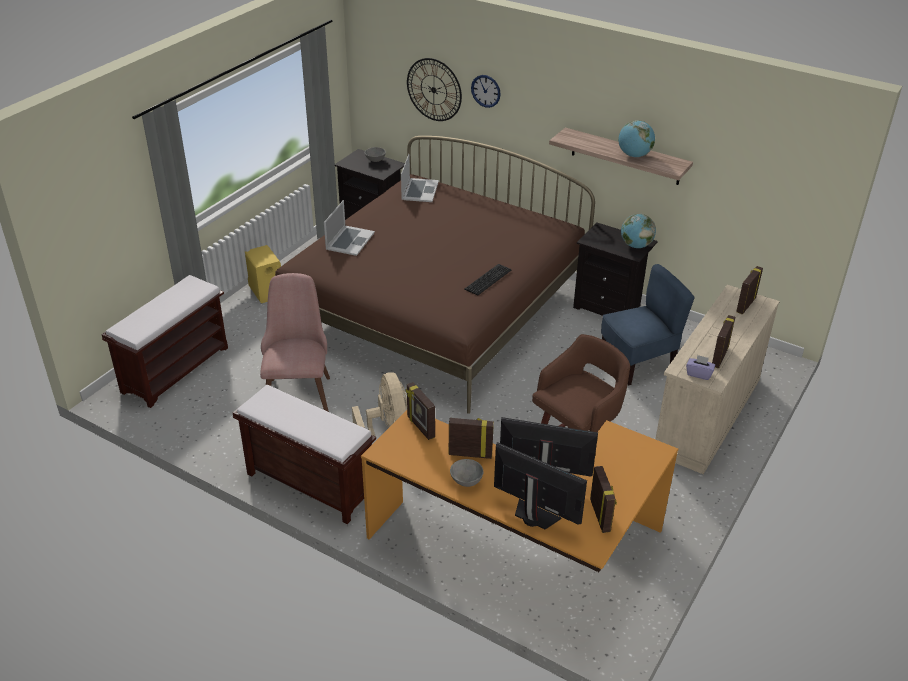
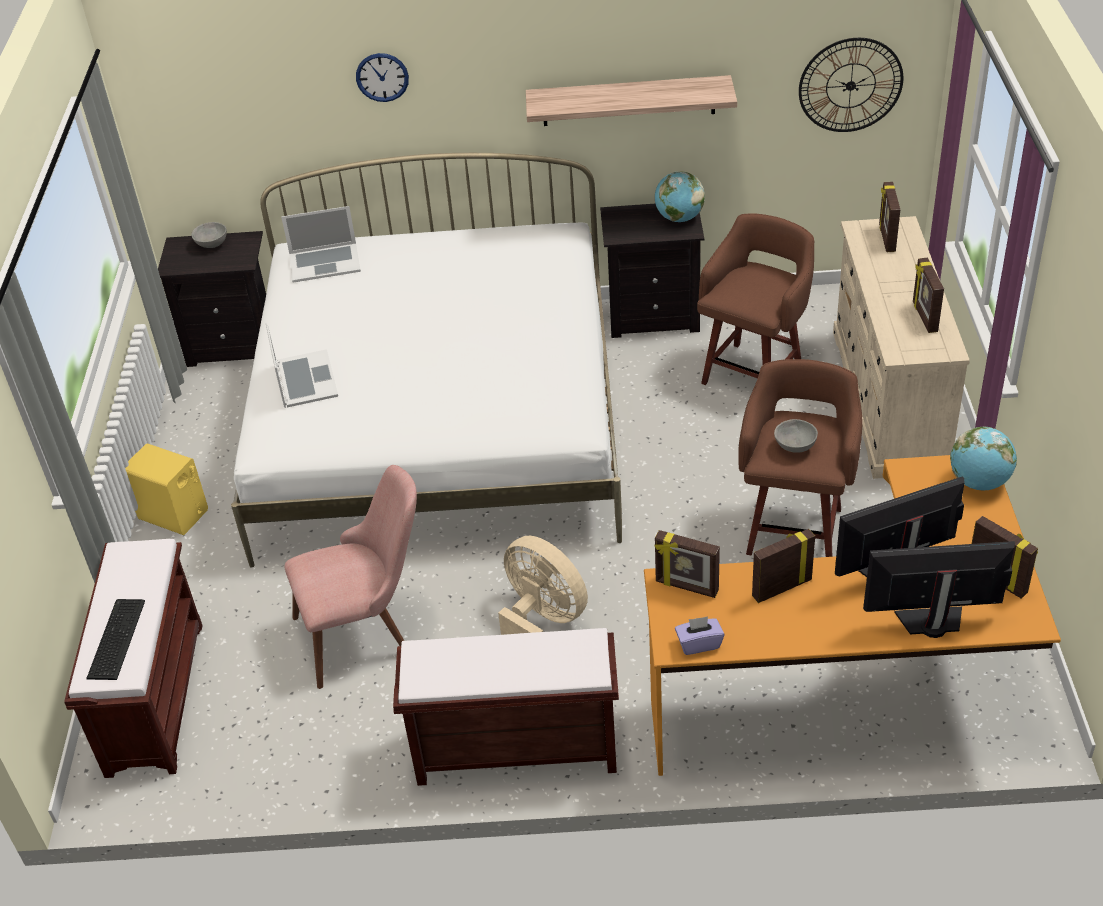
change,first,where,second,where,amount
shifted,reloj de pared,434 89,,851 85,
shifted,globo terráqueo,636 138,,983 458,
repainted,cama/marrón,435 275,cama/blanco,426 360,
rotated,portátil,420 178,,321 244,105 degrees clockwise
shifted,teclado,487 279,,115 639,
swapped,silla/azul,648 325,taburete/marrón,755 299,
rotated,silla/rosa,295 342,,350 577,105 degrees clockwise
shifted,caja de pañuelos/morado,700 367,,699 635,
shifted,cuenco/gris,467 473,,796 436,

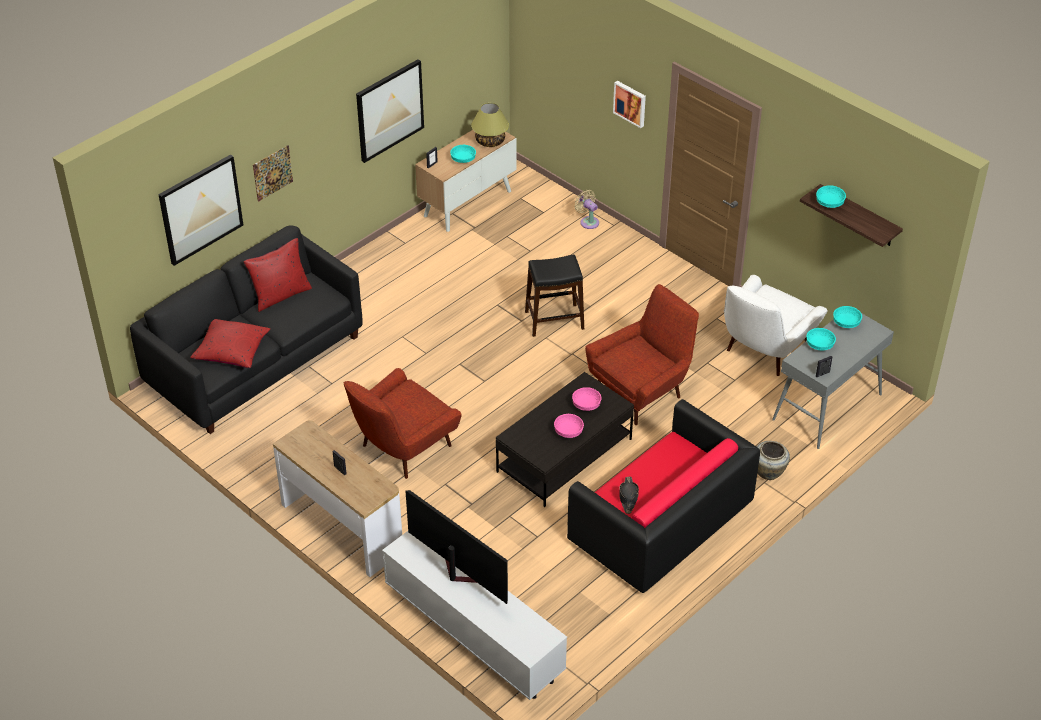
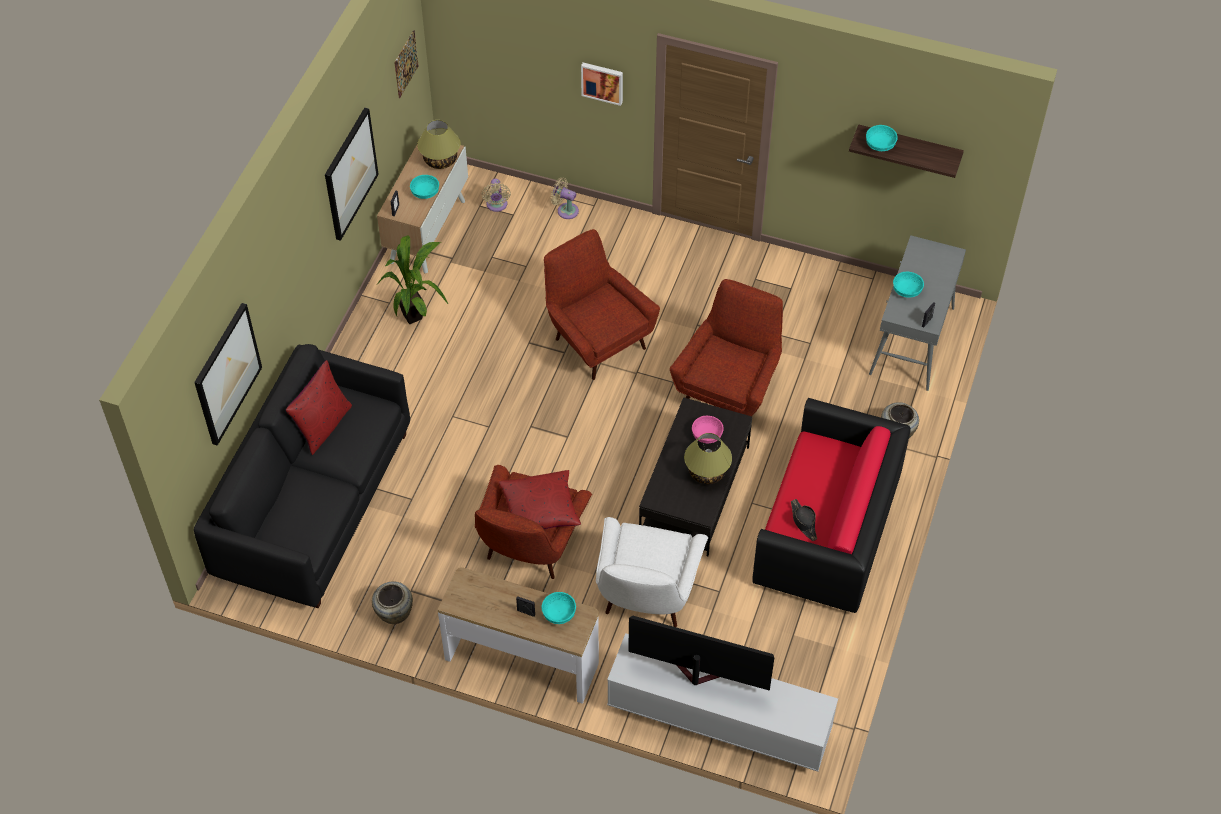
change,first,where,second,where,amount
shifted,cuadro,273 173,,406 64,
swapped,taburete/negro,554 296,sillón/rojo,602 304,
shifted,sillón/blanco,776 325,,652 572,
shifted,cuenco/turquesa,847 317,,558 608,
shifted,cojín/rojo,230 343,,540 499,
swapped,cuenco/rosa,569 426,lámpara de mesa,708 458,
new,,,ventilador/beis,496 195,
new,,,planta en maceta,412 279,
new,,,florero/beis,392 602,

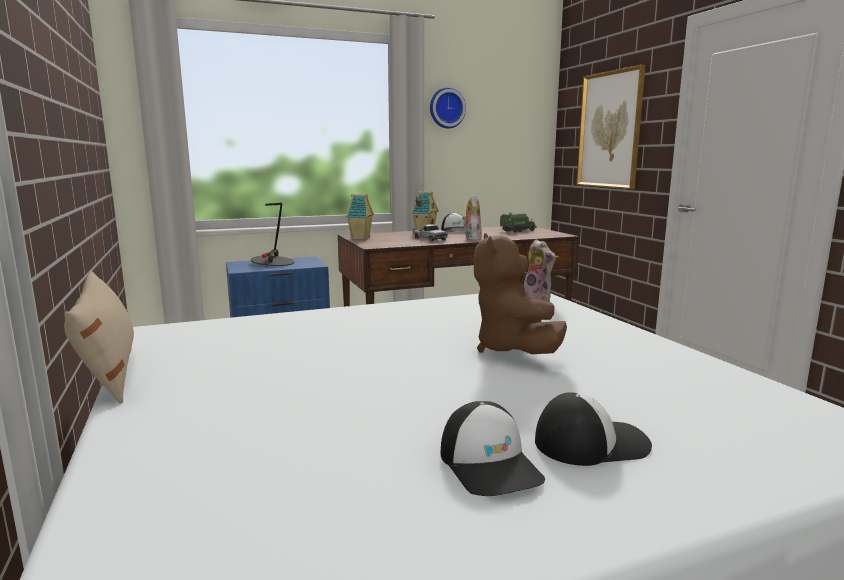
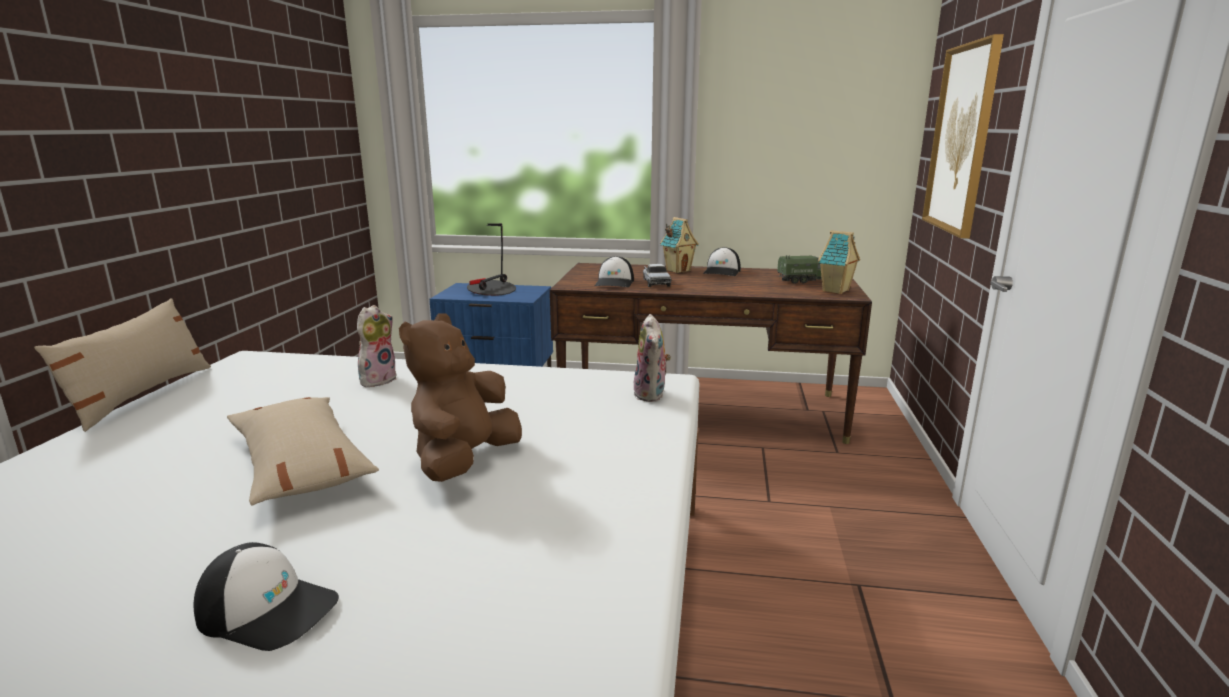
change,first,where,second,where,amount
gone,reloj de pared,448 107,,,
shifted,casita,360 216,,839 262,
shifted,peluche,472 217,,376 346,
shifted,gorra,493 448,,614 271,
new,,,cojín/beis,303 451,

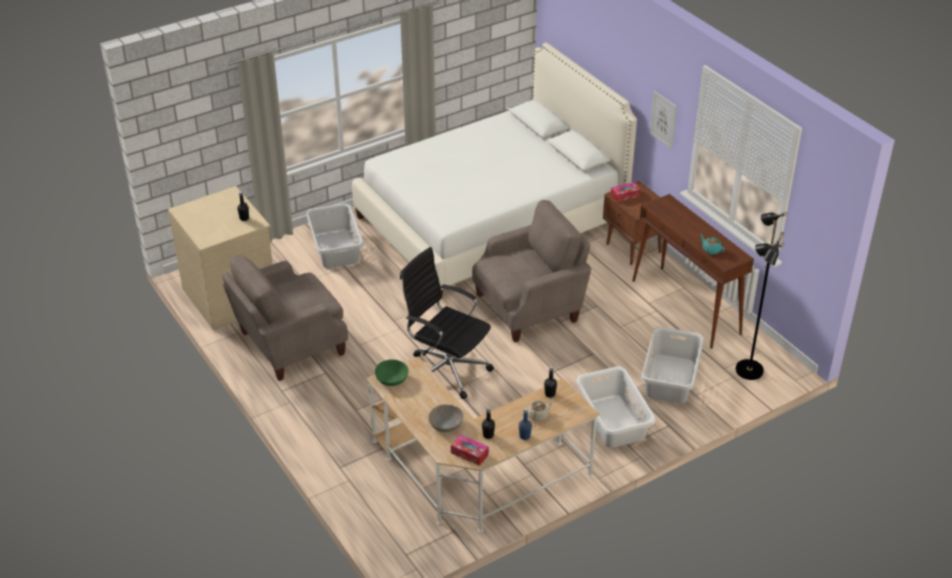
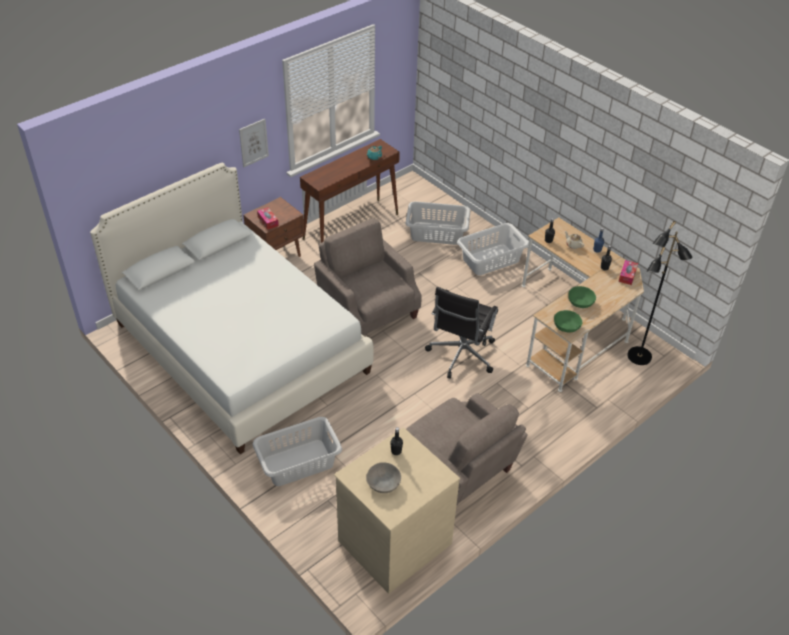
change,first,where,second,where,amount
shifted,lámpara de pie/negro,761 296,,660 293,
shifted,cuenco/gris,446 418,,383 477,
new,,,cuenco/verde,582 297,

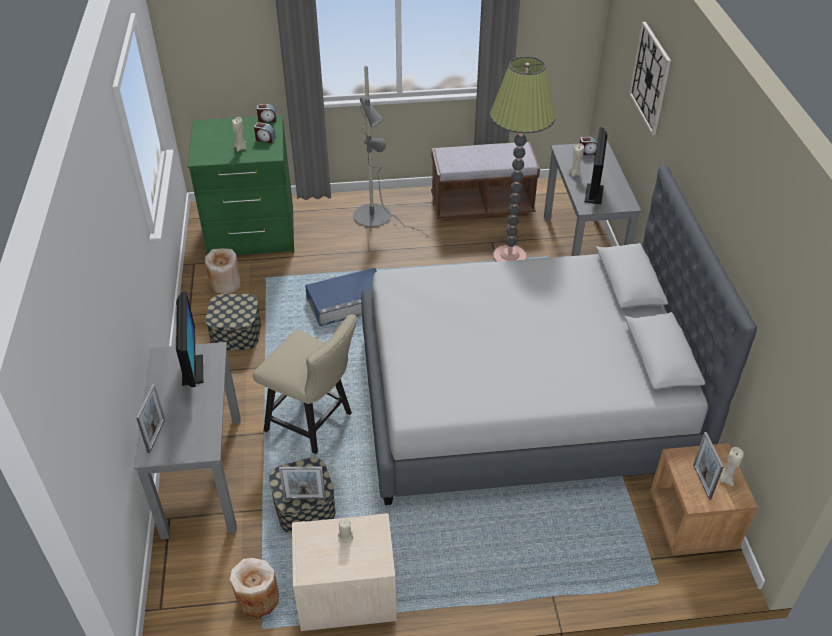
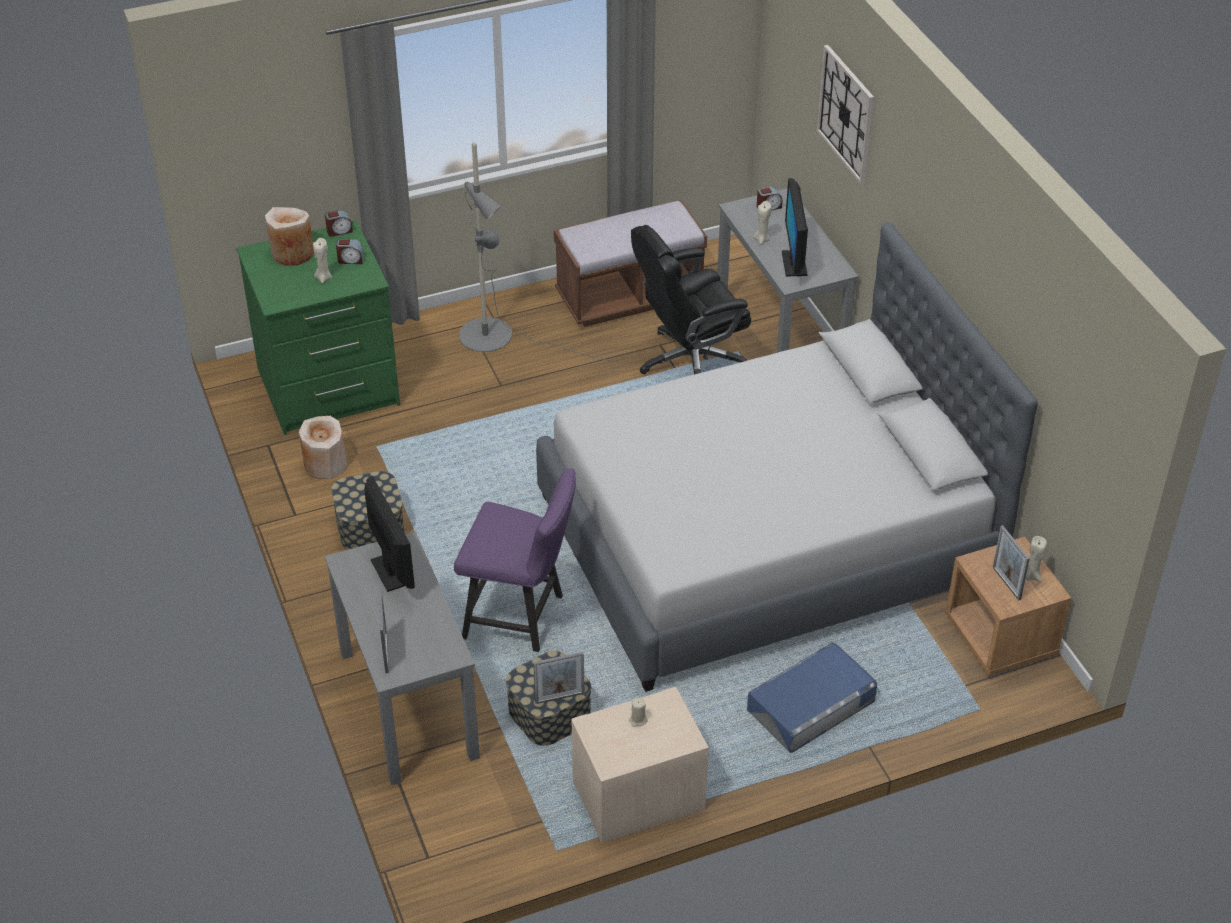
change,first,where,second,where,amount
swapped,lámpara de pie,523 159,silla de oficina/negro,691 299,
shifted,caja de almacenaje/azul,341 297,,812 698,
repainted,silla/beis,305 384,silla/morado,515 560,
shifted,florero/beis,254 588,,289 236,

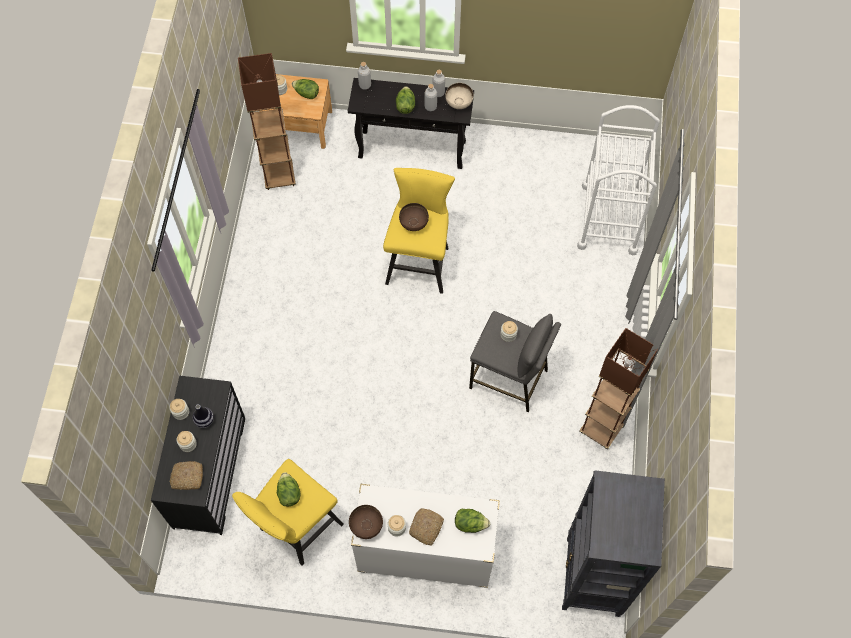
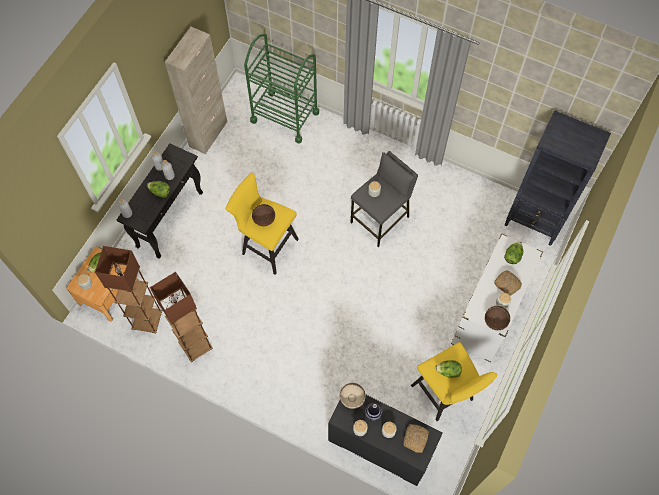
change,first,where,second,where,amount
shifted,cuenco/beis,459 96,,353 396,
repainted,carrito/blanco,618 180,carrito/verde,281 89,
shifted,lámpara de pie/marrón,618 388,,181 317,
new,,,armario/beis,196 90,

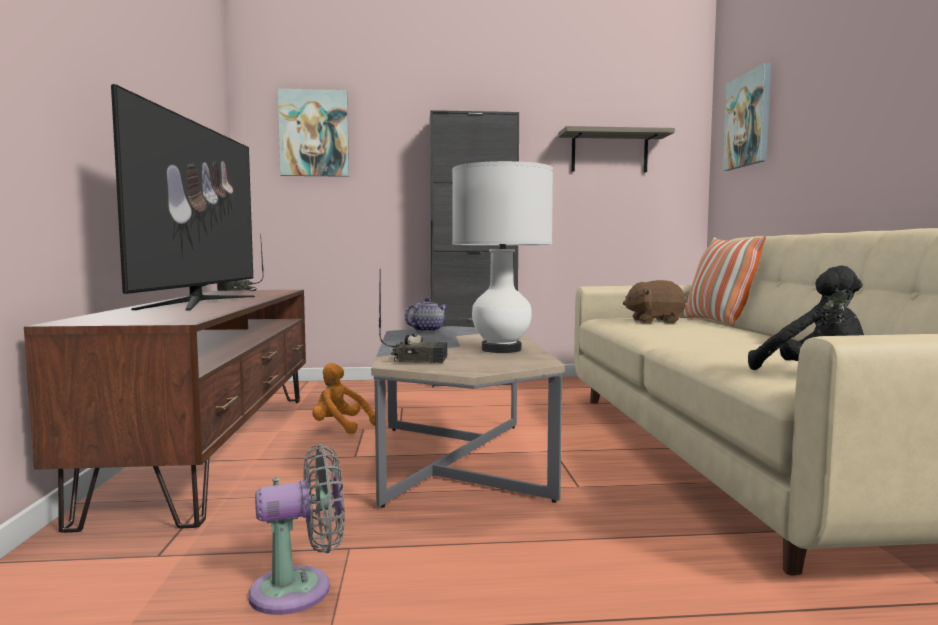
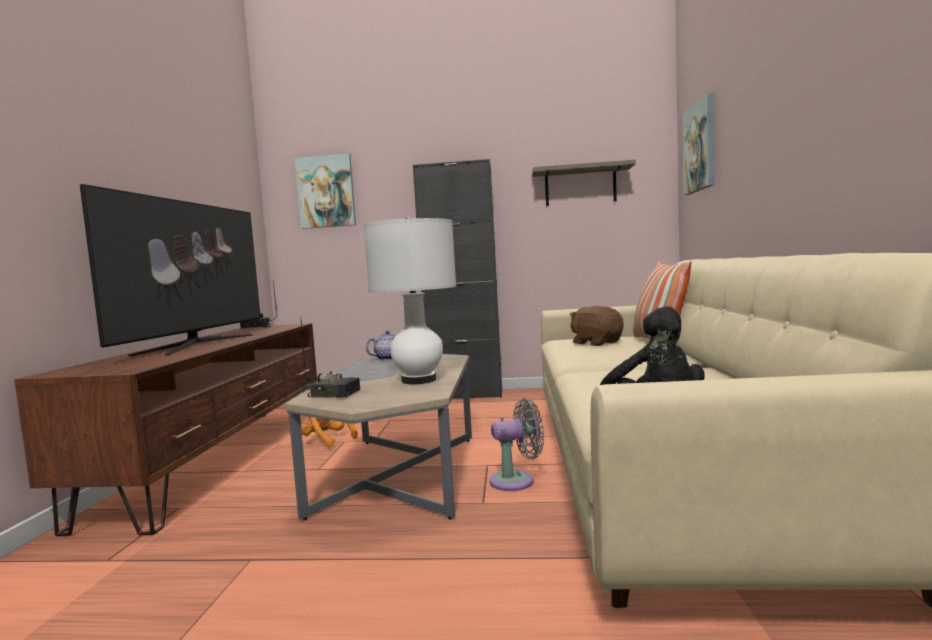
change,first,where,second,where,amount
rotated,peluche/marrón,654 301,,597 326,45 degrees clockwise
shifted,ventilador/gris,296 529,,516 444,

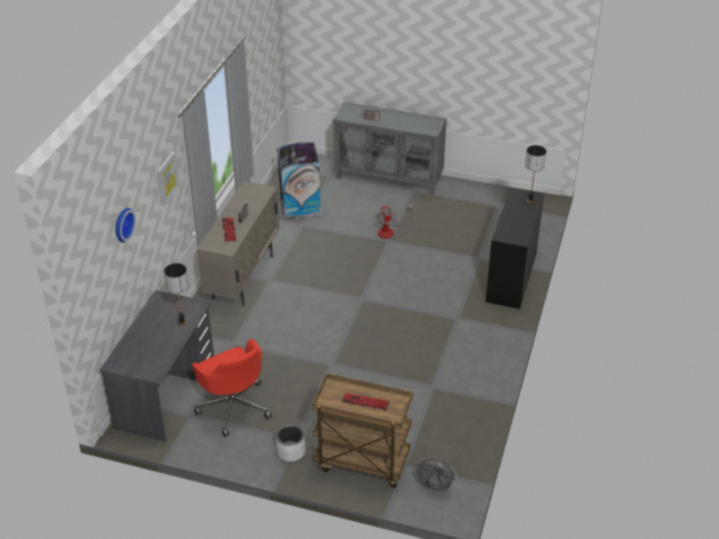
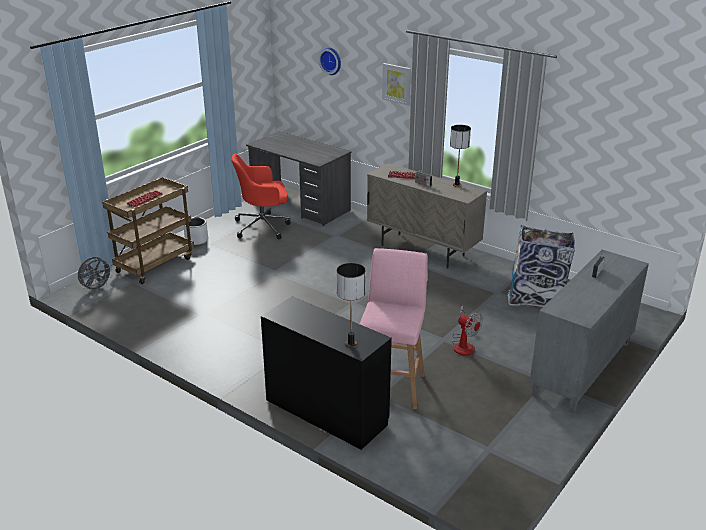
change,first,where,second,where,amount
rotated,ventilador,395 221,,467 330,150 degrees counterclockwise
shifted,lámpara de mesa,176 294,,460 156,
new,,,taburete/rosa,394 328,

